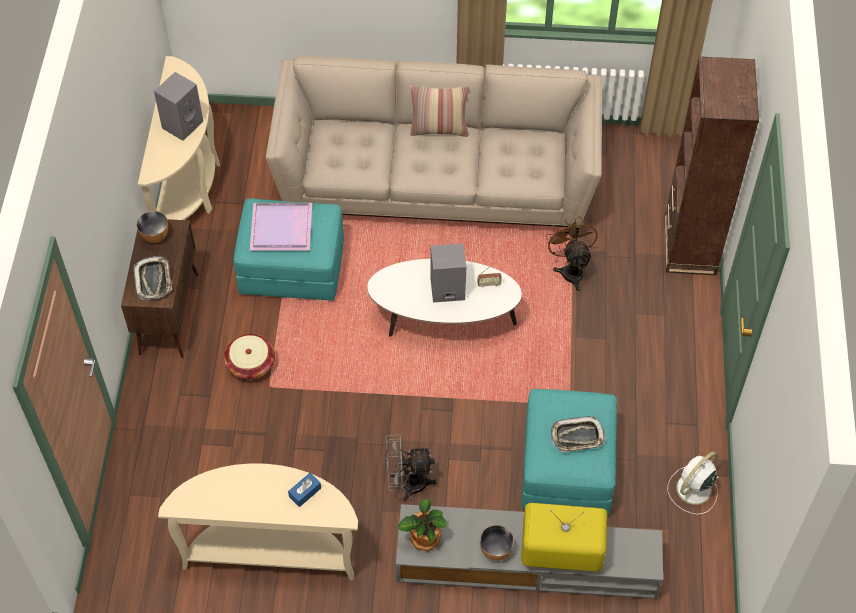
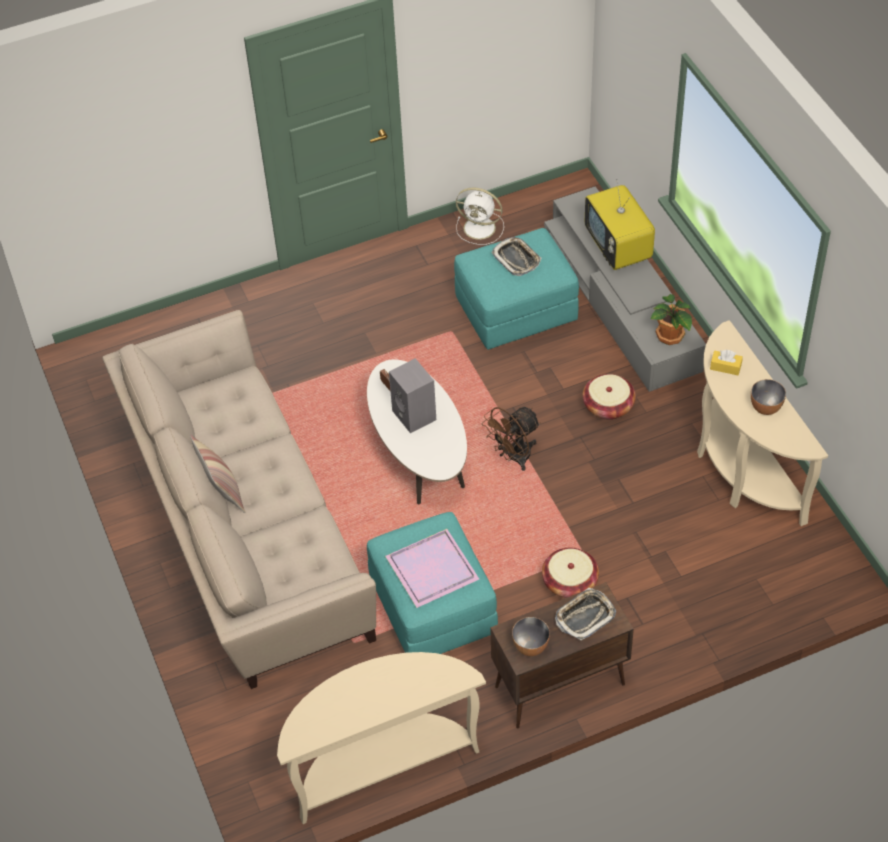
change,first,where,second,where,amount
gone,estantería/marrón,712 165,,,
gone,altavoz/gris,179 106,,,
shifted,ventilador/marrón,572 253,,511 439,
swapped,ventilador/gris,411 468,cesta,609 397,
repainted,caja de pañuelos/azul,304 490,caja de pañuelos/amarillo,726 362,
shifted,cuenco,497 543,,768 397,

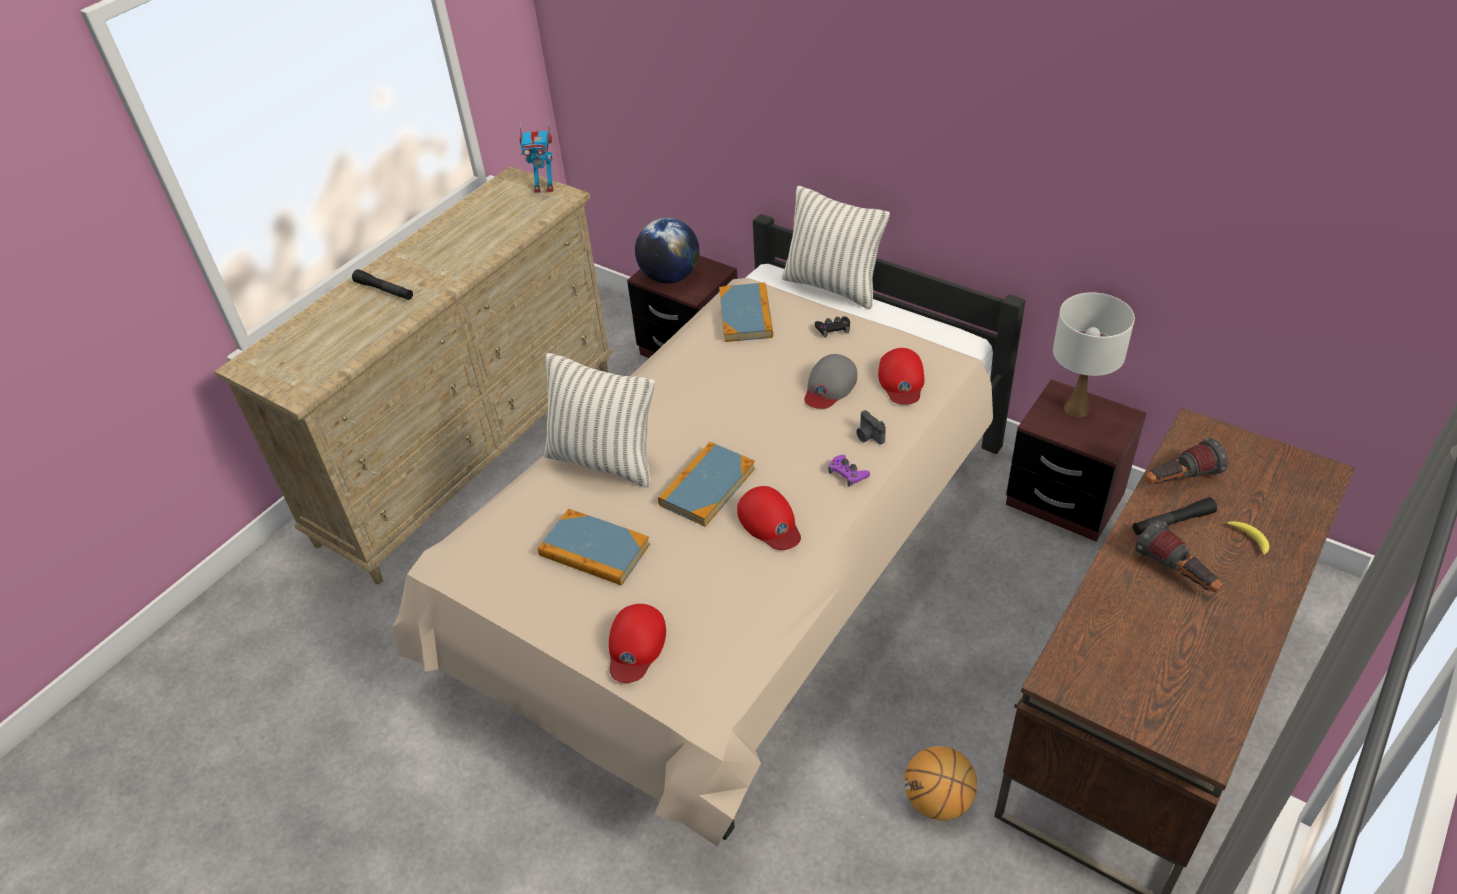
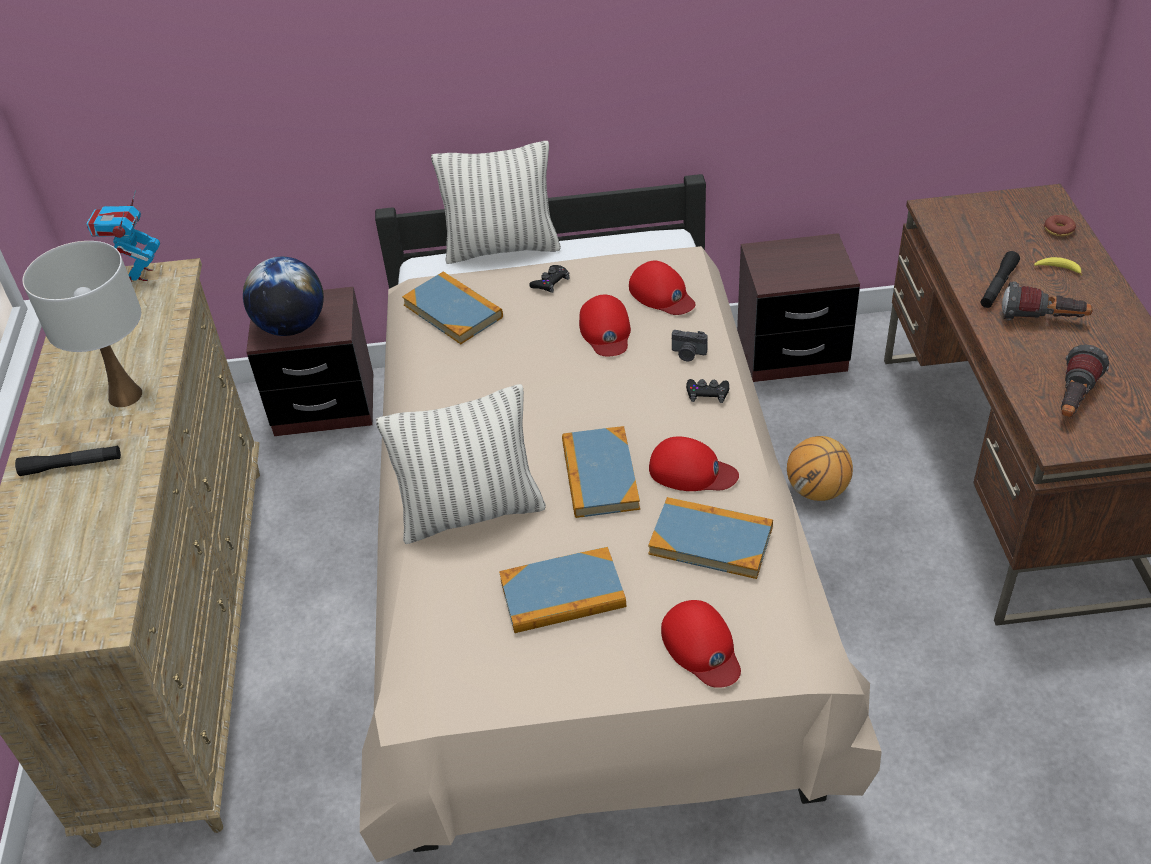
change,first,where,second,where,amount
rotated,robot de juguete,536 155,,123 235,135 degrees clockwise
shifted,lámpara de mesa/blanco,1094 354,,82 324,
repainted,gorra/gris,830 381,gorra/rojo,605 325,
shifted,linterna,1186 461,,1085 381,
repainted,mando de consola/morado,849 471,mando de consola/negro,707 391,
shifted,balón de baloncesto,940 783,,820 468,
new,,,rosquilla,1060 226,
new,,,libro,710 538,

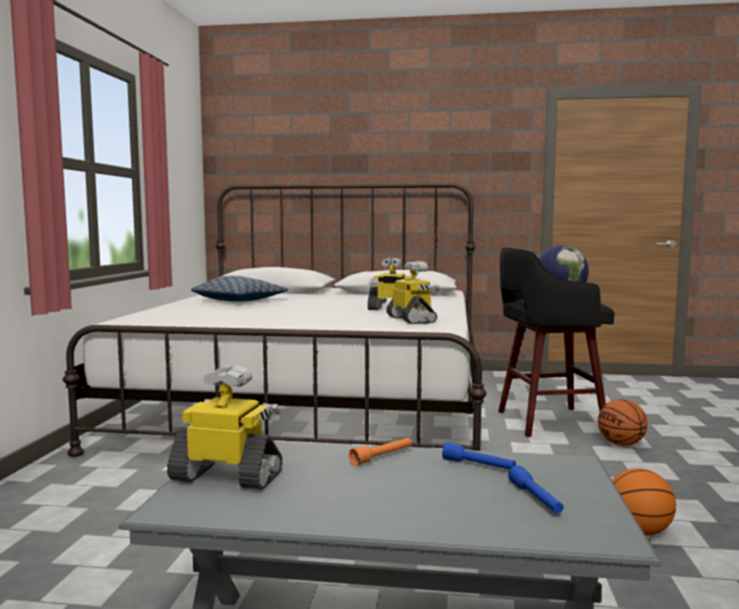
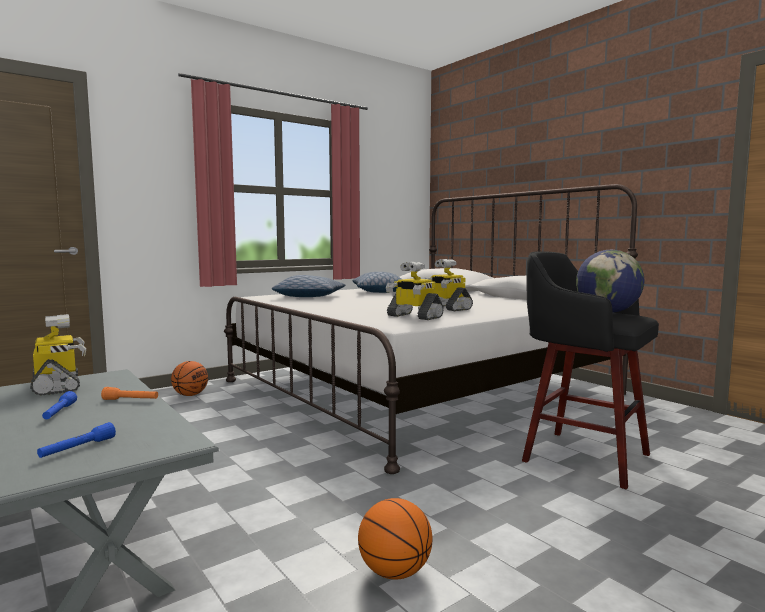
change,first,where,second,where,amount
rotated,robot de juguete,414 292,,415 291,105 degrees clockwise
shifted,balón de baloncesto,623 422,,189 378,
shifted,linterna/azul,479 456,,59 405,
new,,,cojín,308 286,

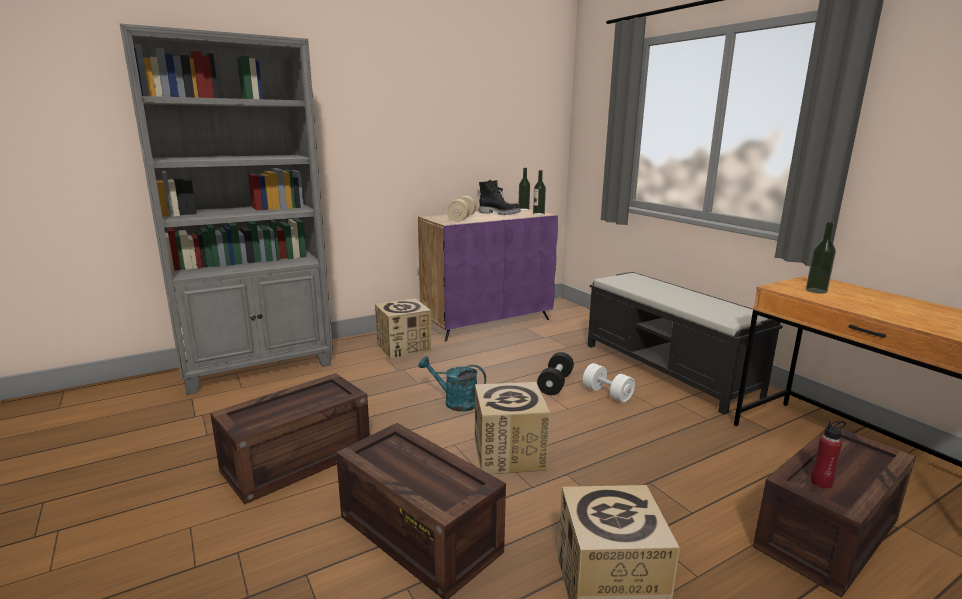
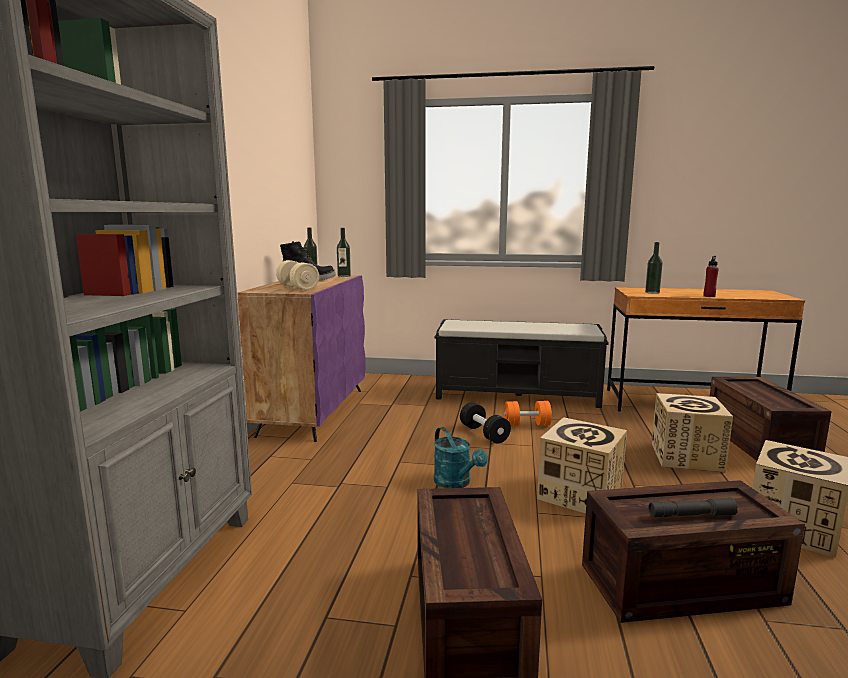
change,first,where,second,where,amount
shifted,caja de cartón,403 328,,692 433,
rotated,regadera/turquesa,452 384,,461 457,90 degrees counterclockwise
repainted,mancuerna/blanco,609 383,mancuerna/naranja,528 413,
shifted,botella/rojo,828 455,,711 276,
new,,,linterna/gris,693 507,

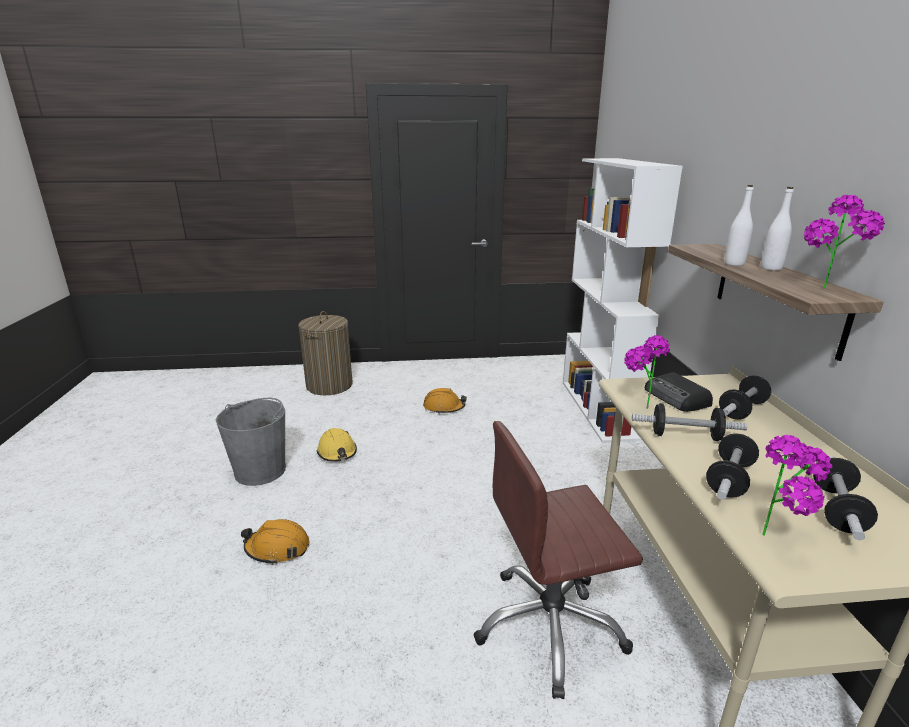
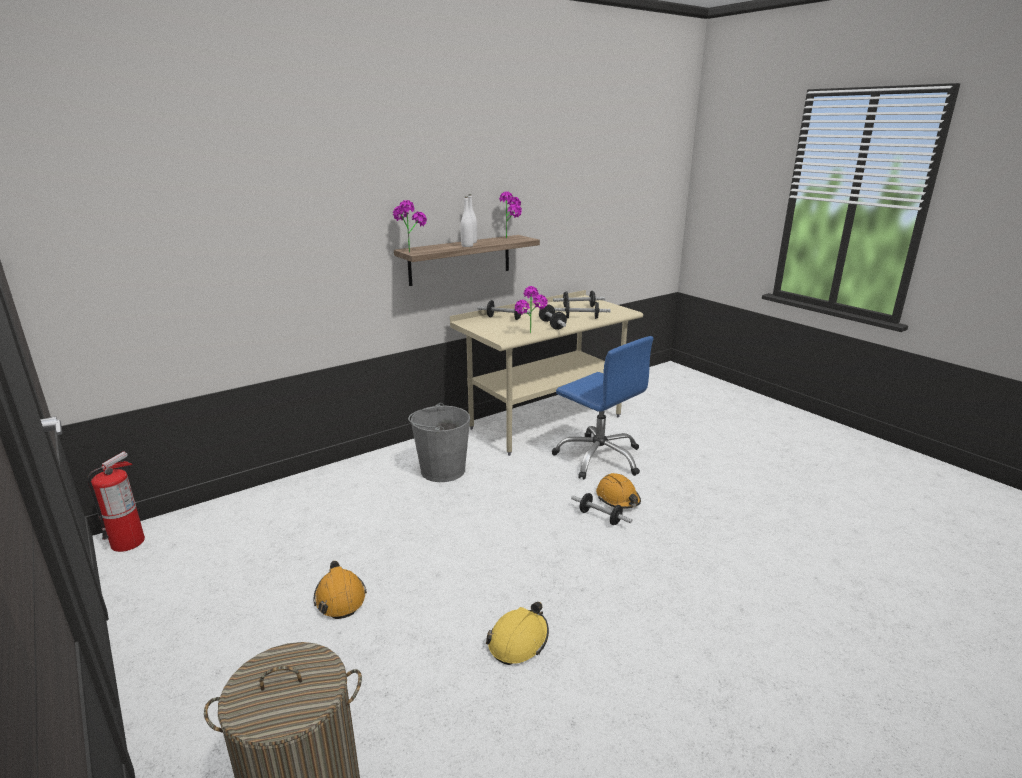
change,first,where,second,where,amount
gone,estantería/blanco,623 300,,,
gone,radio,679 392,,,
shifted,cubo/gris,251 442,,439 442,
repainted,silla de oficina/marrón,558 560,silla de oficina/azul,602 408,
shifted,planta en maceta,797 485,,410 226,
shifted,casco/naranja,275 542,,618 491,
new,,,extintor,116 501,
new,,,mancuerna,601 509,

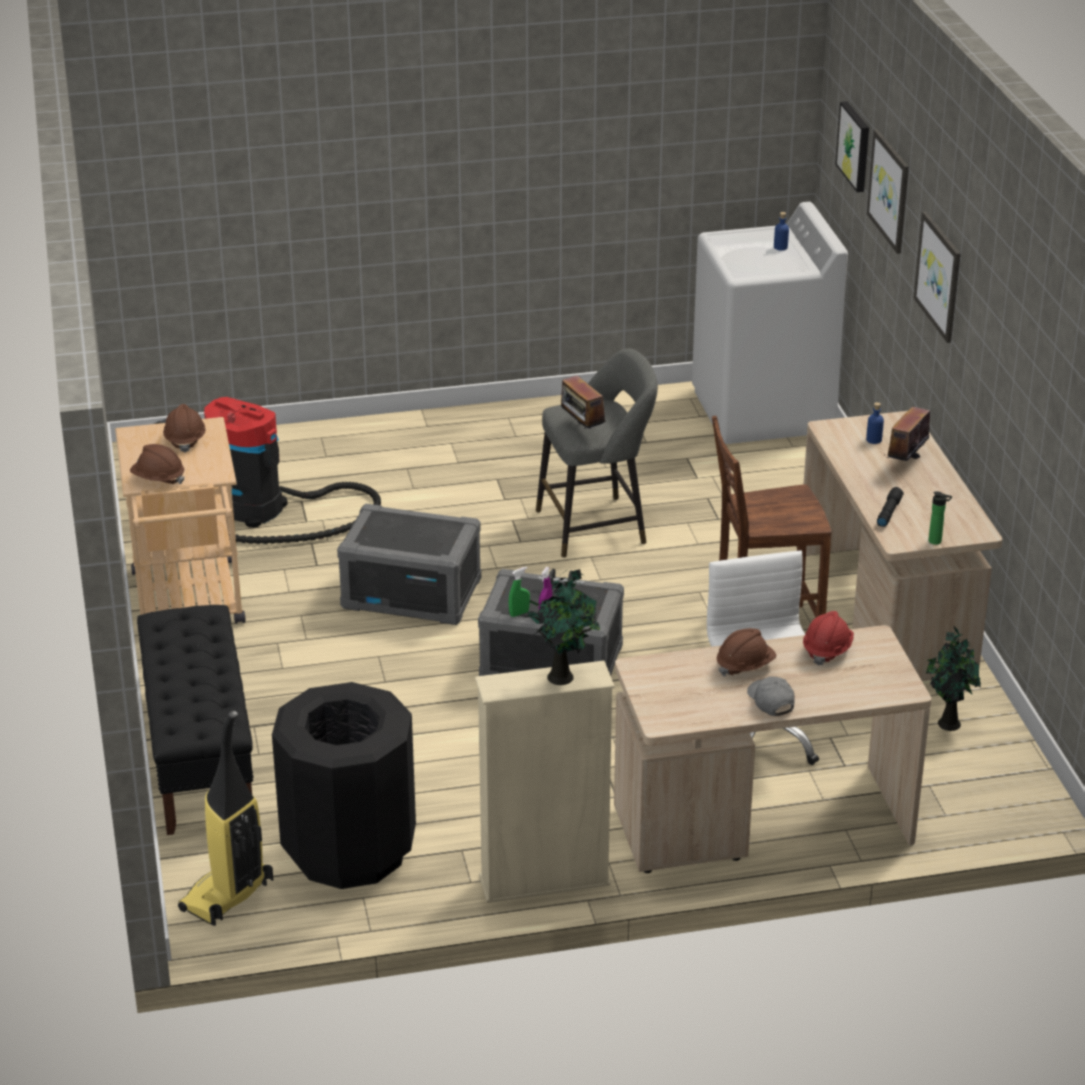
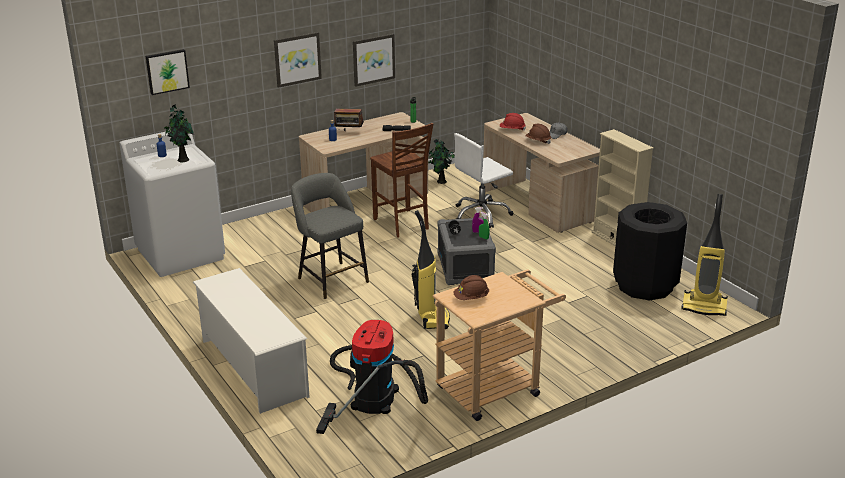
change,first,where,second,where,amount
shifted,cuadro,888 191,,374 60,
gone,radio,583 402,,,
gone,casco/marrón,157 464,,,
swapped,caja de almacenaje/gris,409 564,aspiradora,431 269,
shifted,planta en maceta,561 626,,179 133,
gone,banco/negro,195 720,,,
new,,,zapatero/blanco,251 341,

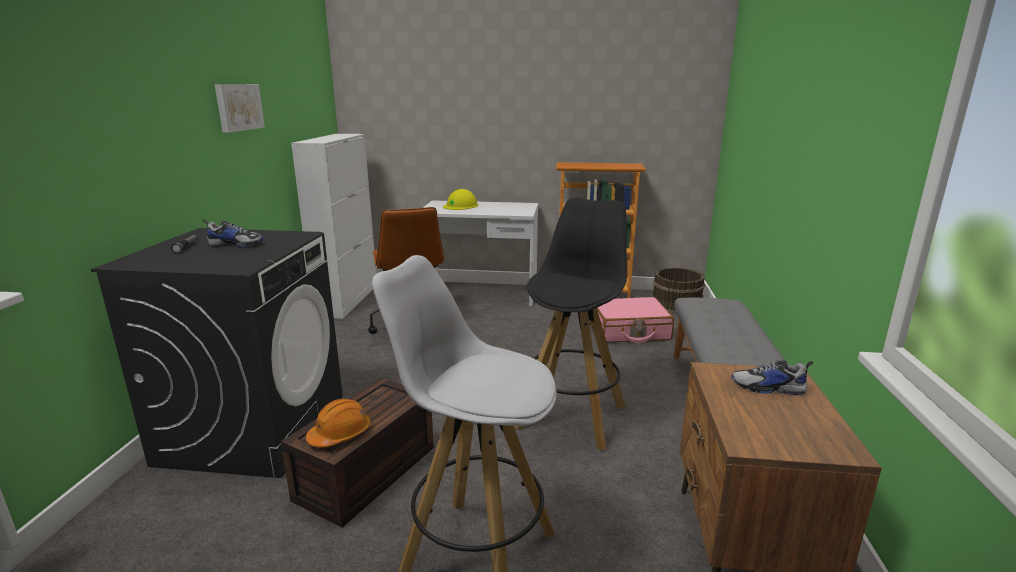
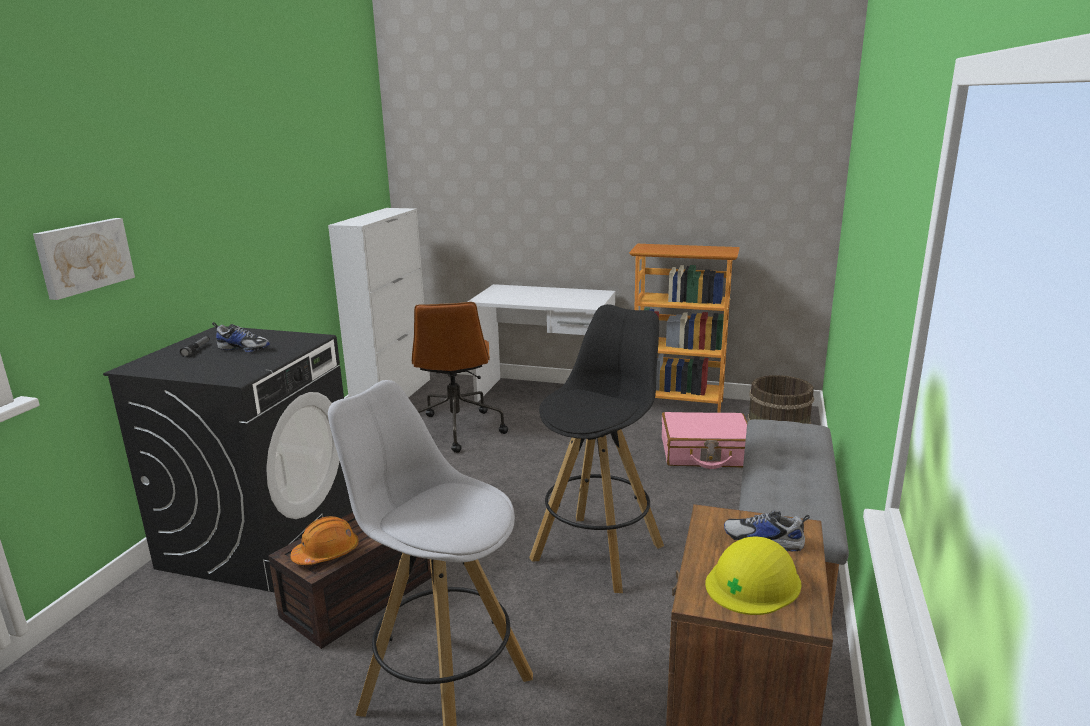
change,first,where,second,where,amount
shifted,cuadro,240 108,,84 259,
shifted,casco/amarillo,461 199,,753 575,

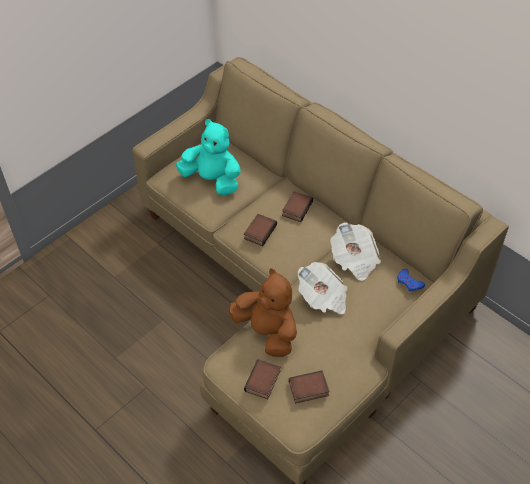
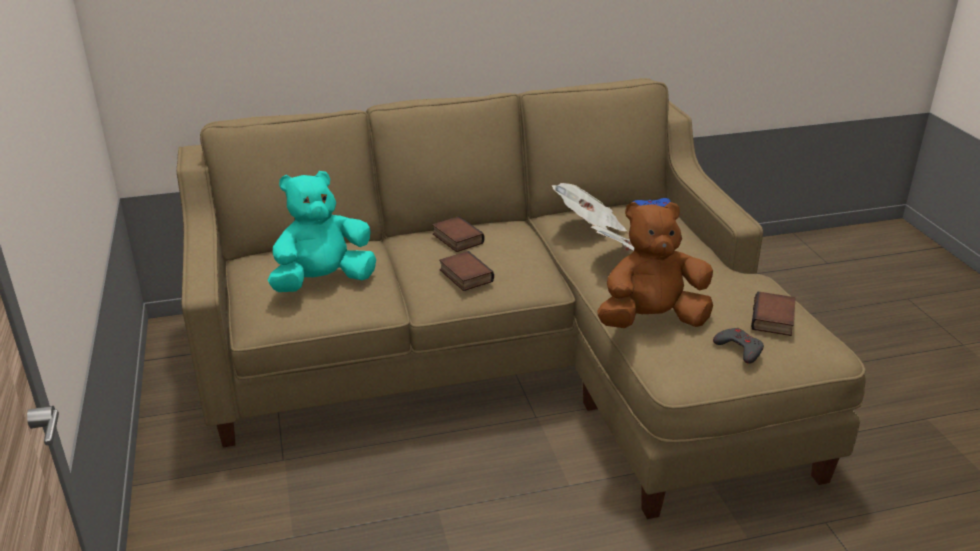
change,first,where,second,where,amount
swapped,libro,262 379,mando de consola/gris,738 346,

